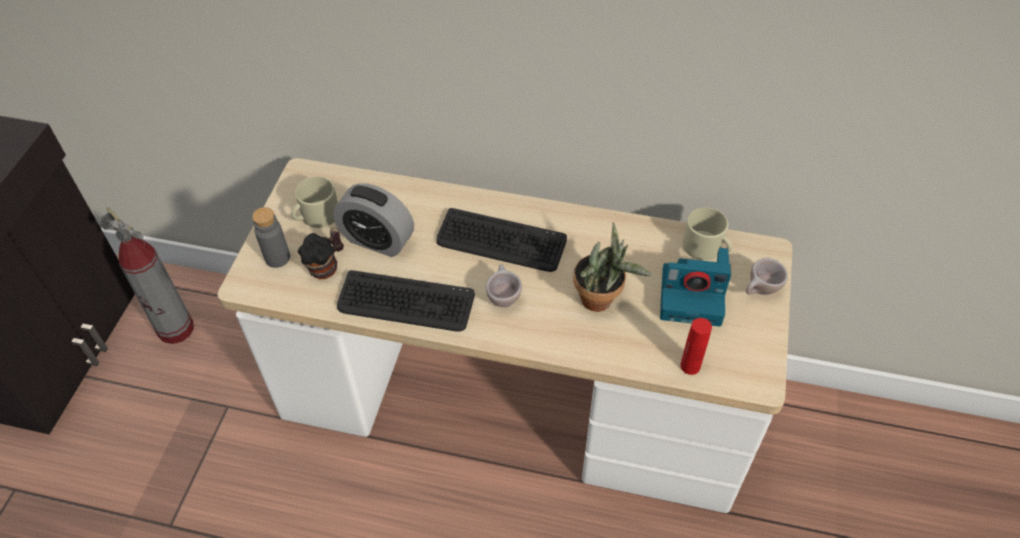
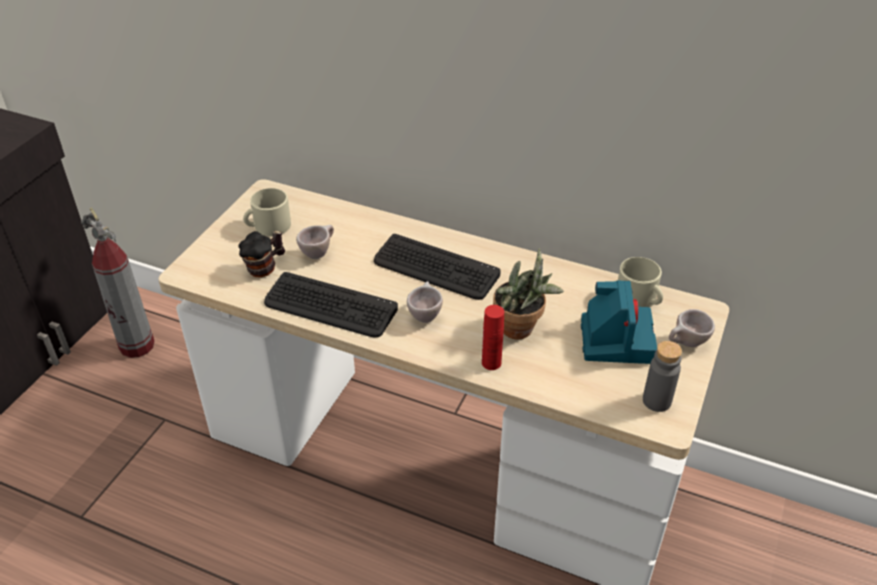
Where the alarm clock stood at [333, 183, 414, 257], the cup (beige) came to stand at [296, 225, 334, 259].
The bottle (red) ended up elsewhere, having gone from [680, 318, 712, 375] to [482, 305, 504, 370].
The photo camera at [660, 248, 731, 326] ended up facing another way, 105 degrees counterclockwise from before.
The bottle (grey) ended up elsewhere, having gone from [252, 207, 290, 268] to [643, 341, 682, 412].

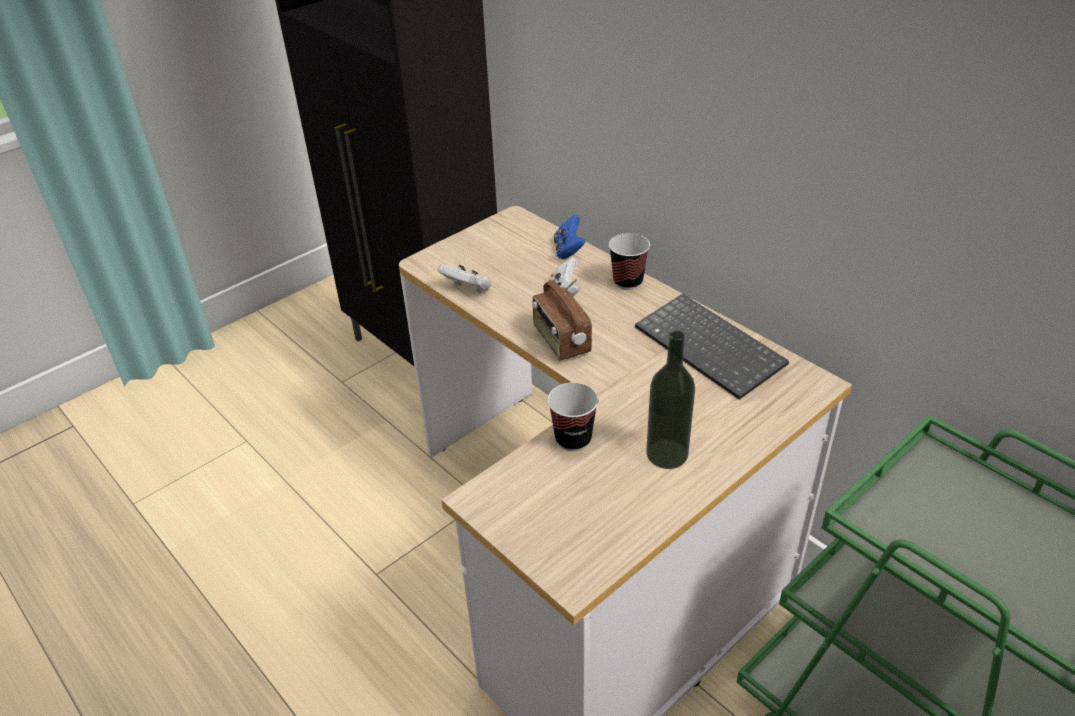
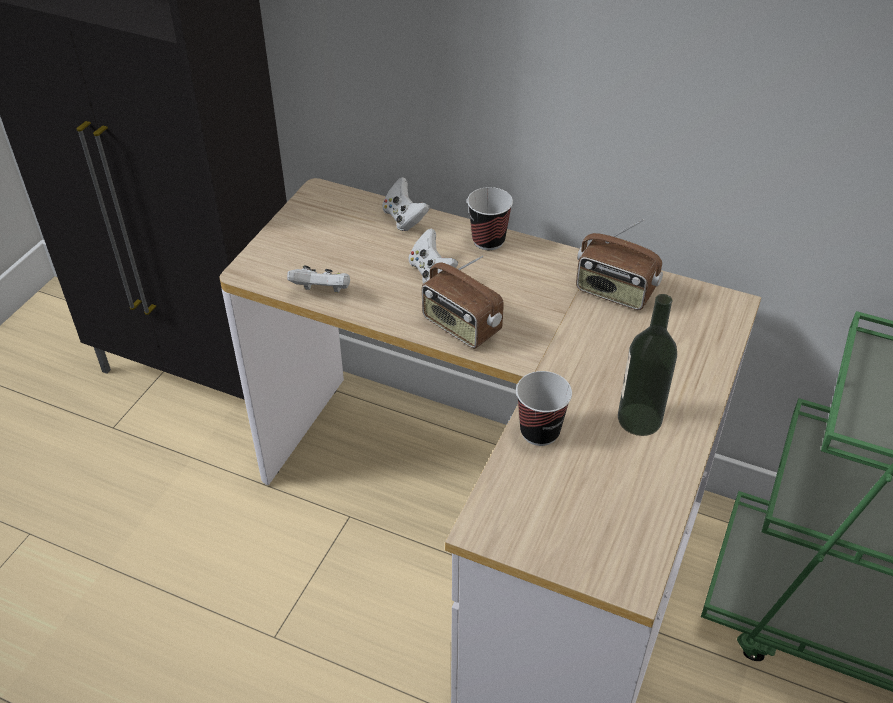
What was the game controller (blue) at [554, 215, 585, 259] turned into the game controller (white) at [382, 177, 430, 231].
Where the keyboard stood at [635, 294, 789, 400], the radio came to stand at [576, 219, 663, 310].

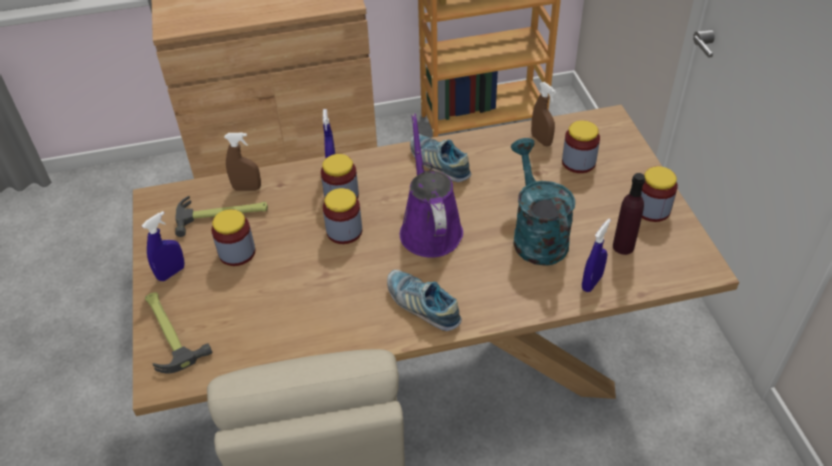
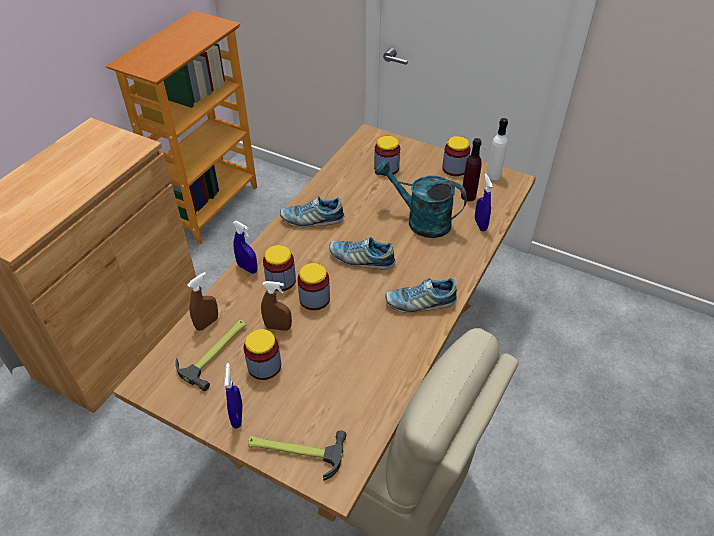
The spray bottle (brown) ended up elsewhere, having gone from [531, 82, 556, 146] to [261, 281, 292, 331].
Where the watering can (purple) stood at [400, 113, 463, 258], the shoe came to stand at [329, 237, 395, 270].
The second view gained the bottle (white) at [486, 118, 508, 180].

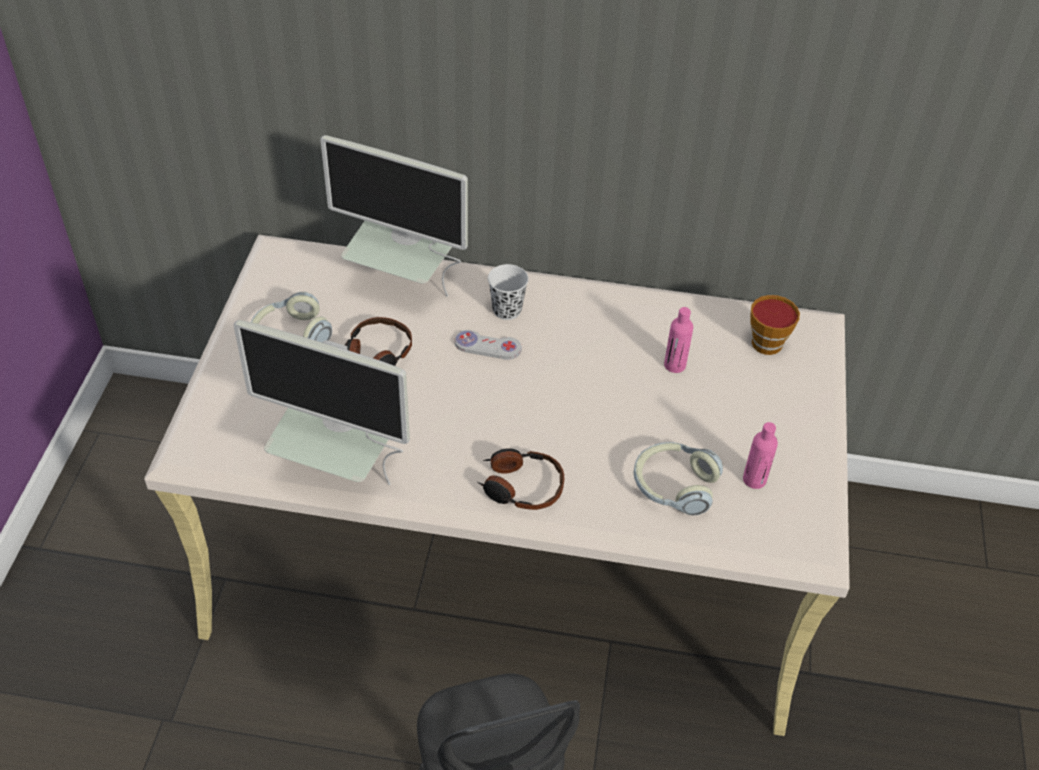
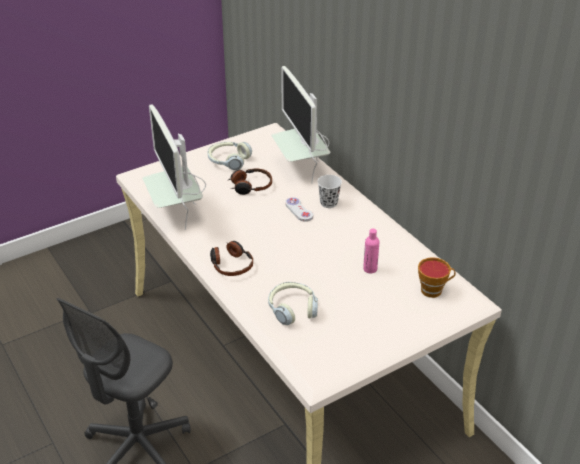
The second view lost the bottle (pink) at [743, 422, 778, 489].

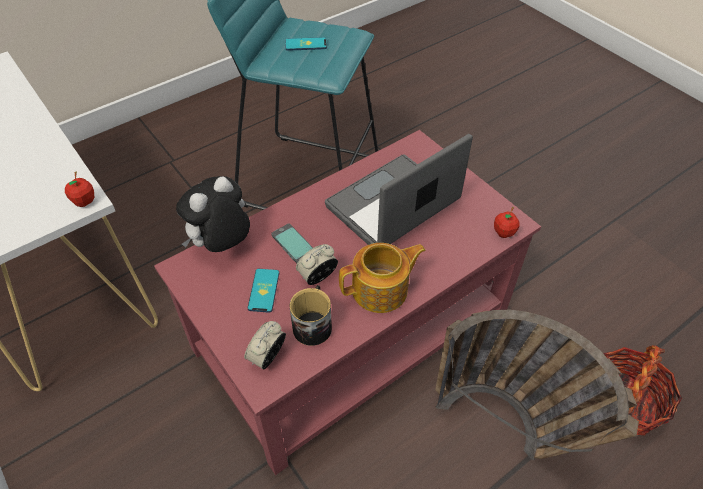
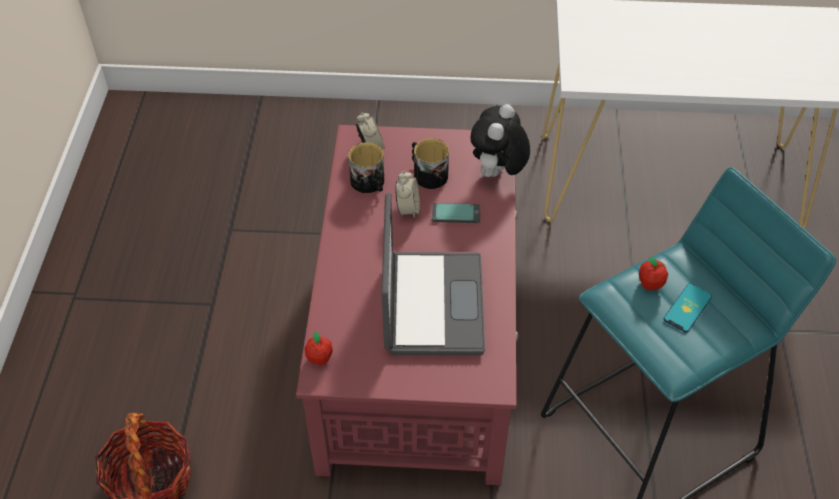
Where the phone stood at [248, 269, 279, 313], the mug came to stand at [412, 138, 449, 189].
The plush toy at [176, 176, 250, 252] ended up facing another way, 150 degrees counterclockwise from before.
The apple ended up elsewhere, having gone from [65, 171, 94, 207] to [639, 257, 668, 290].
The second view lost the teapot at [339, 243, 426, 313].
The second view lost the basket at [435, 310, 639, 460].

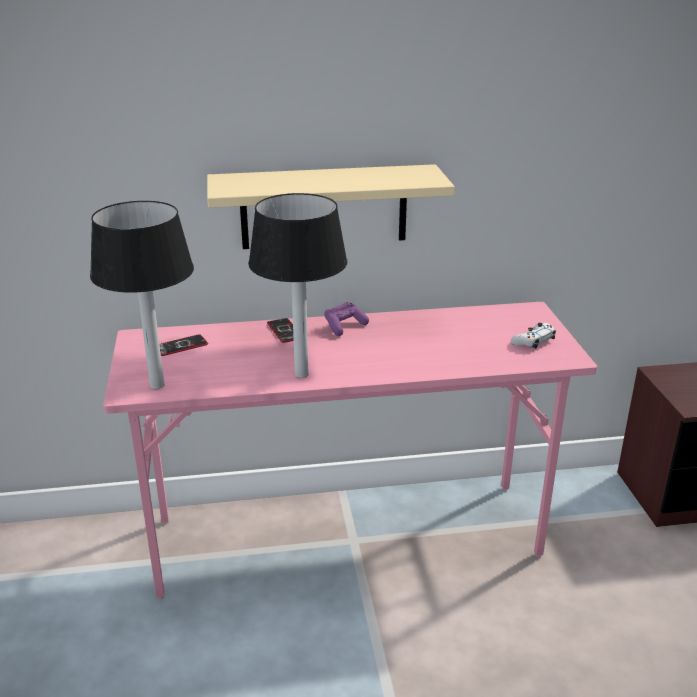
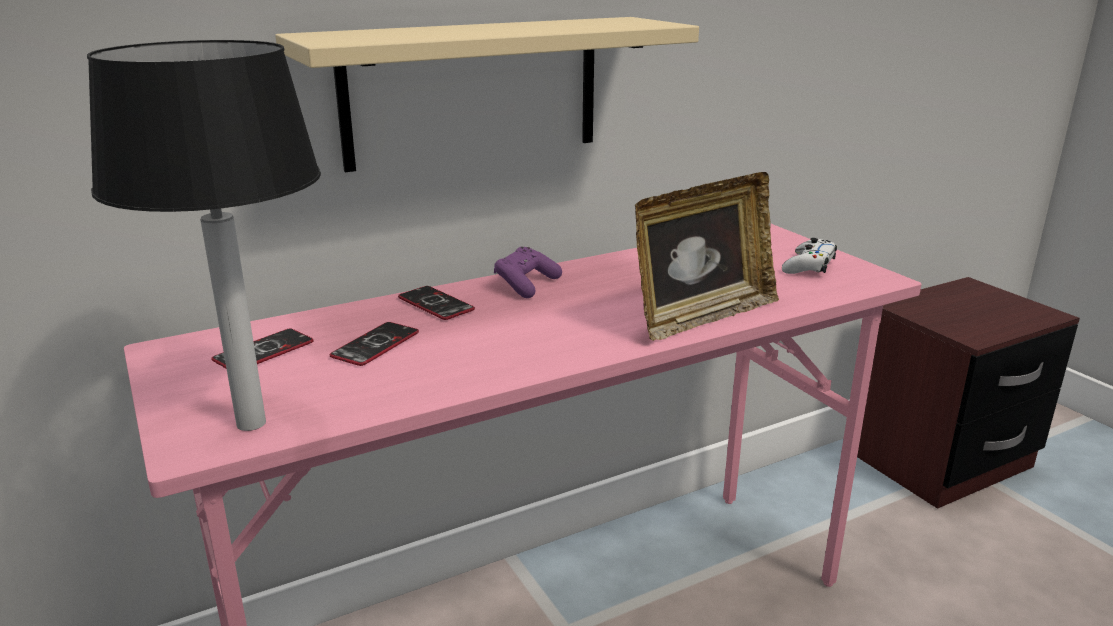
The second view gained the phone at [330, 322, 419, 366].
The second view gained the picture frame at [635, 172, 779, 341].
The second view lost the table lamp at [248, 193, 347, 378].

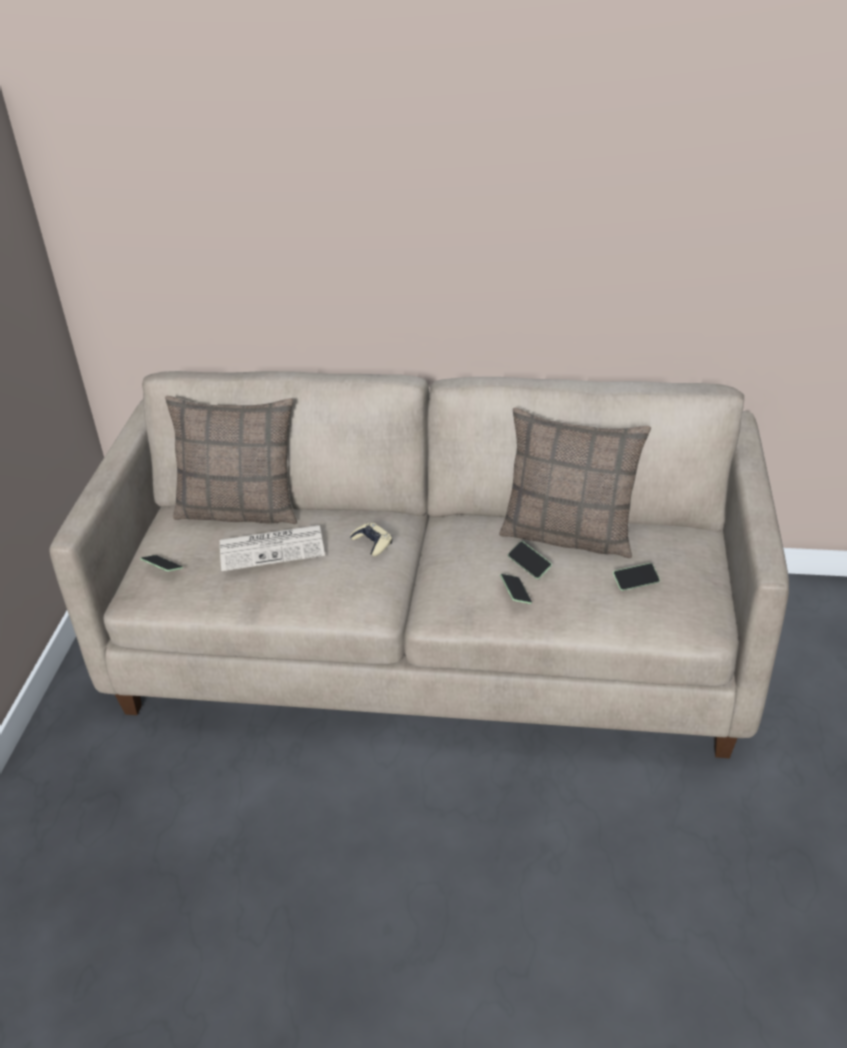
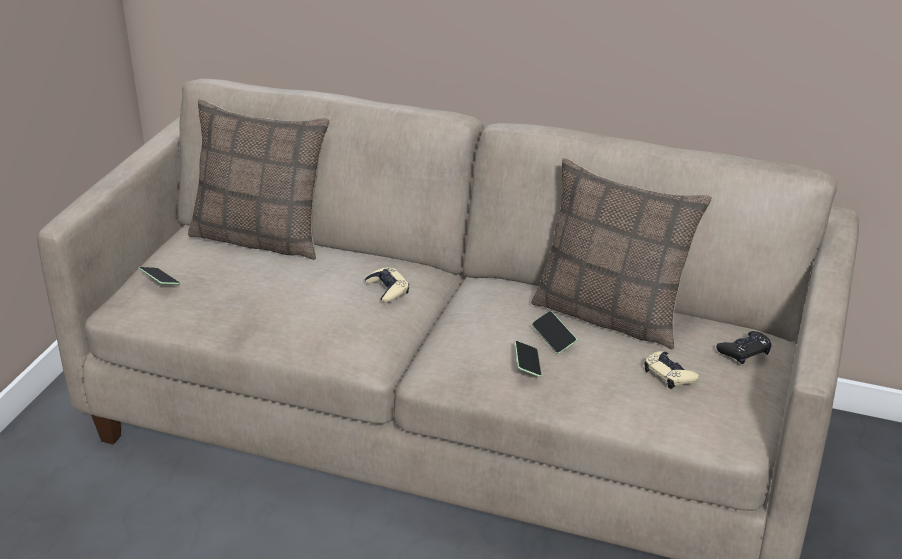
Where the phone stood at [613, 563, 660, 591], the game controller (beige) came to stand at [644, 351, 699, 389].
The second view gained the game controller (black) at [717, 331, 772, 364].
The second view lost the newspaper at [220, 525, 325, 571].

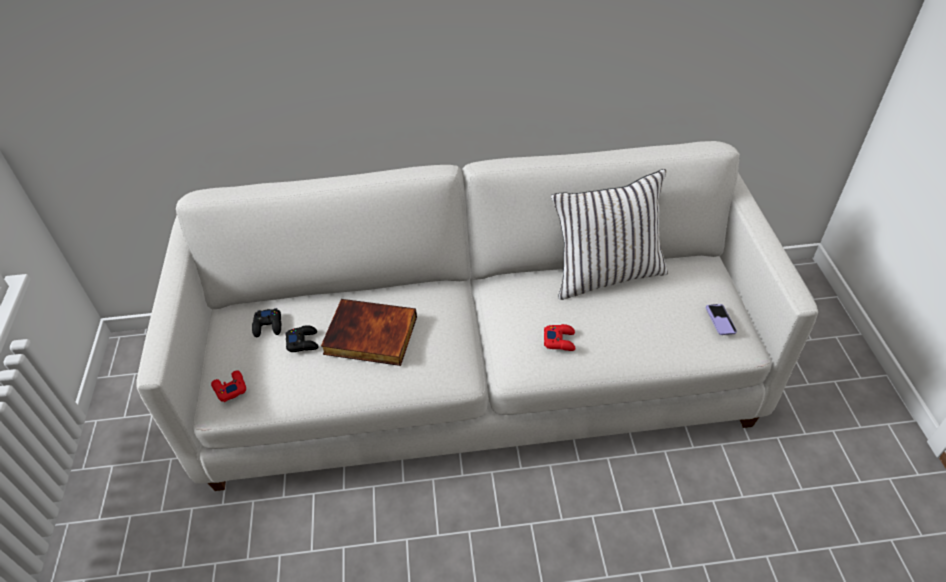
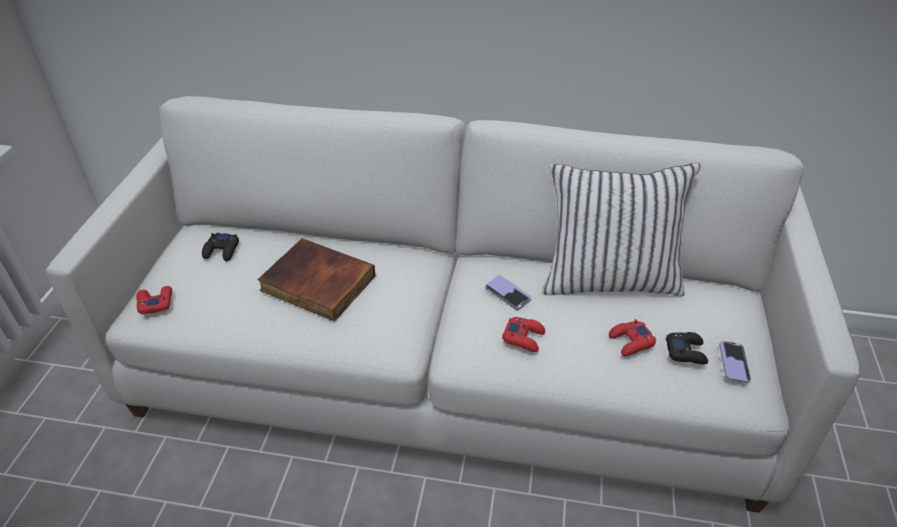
The second view gained the phone at [485, 275, 531, 310].
The second view gained the game controller (red) at [609, 319, 656, 356].
The game controller (black) ended up elsewhere, having gone from [285, 325, 319, 352] to [666, 332, 708, 365].

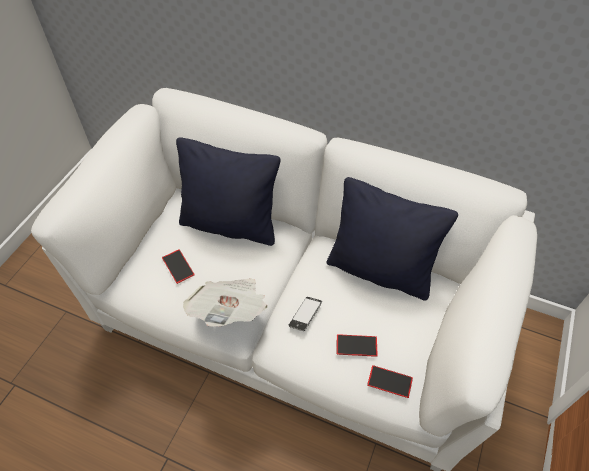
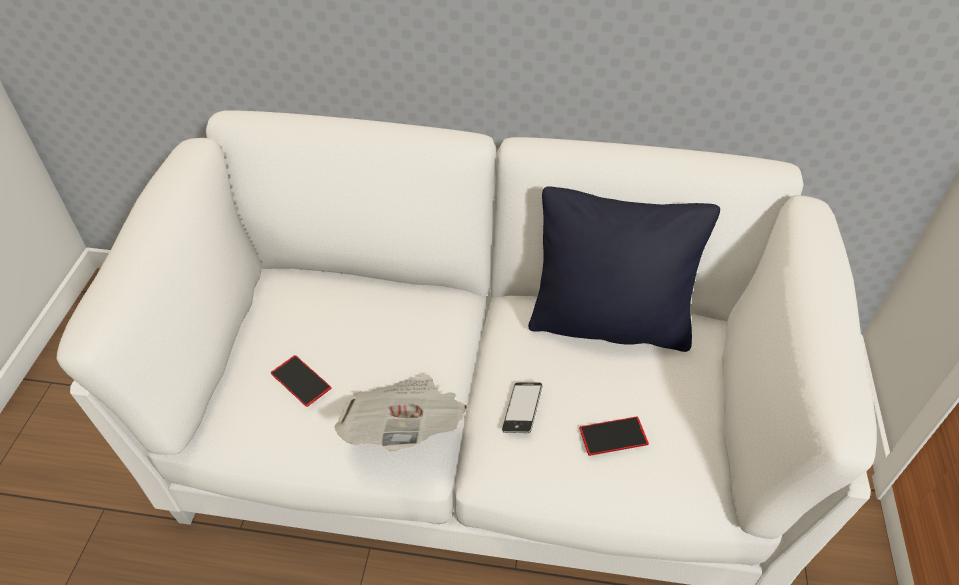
The second view lost the pillow (black) at [176, 137, 280, 246].
The second view lost the phone at [367, 365, 413, 398].

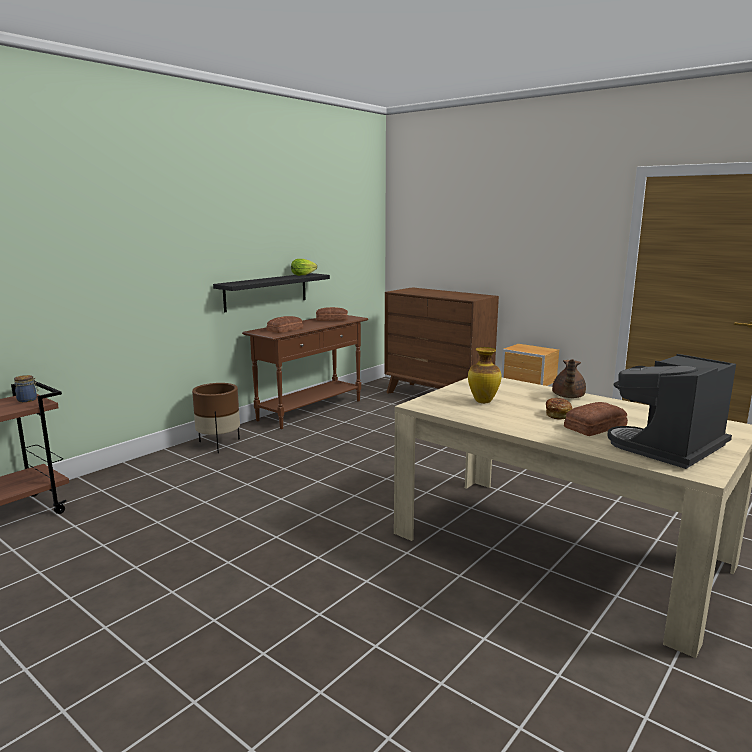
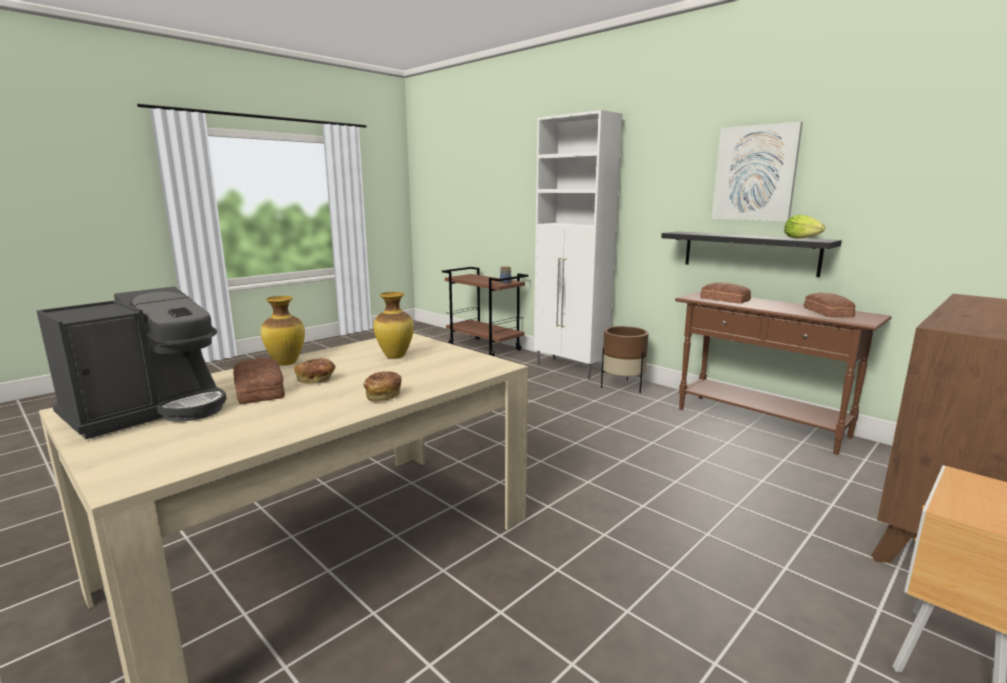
The coffee machine at [607, 354, 736, 469] ended up facing another way, 75 degrees clockwise from before.
The second view gained the vase at [261, 296, 305, 365].
Where the teapot (brown) stood at [552, 359, 586, 398], the bread came to stand at [363, 371, 402, 401].
The second view gained the cabinet (white) at [534, 110, 623, 379].
The second view gained the picture at [712, 122, 803, 222].

